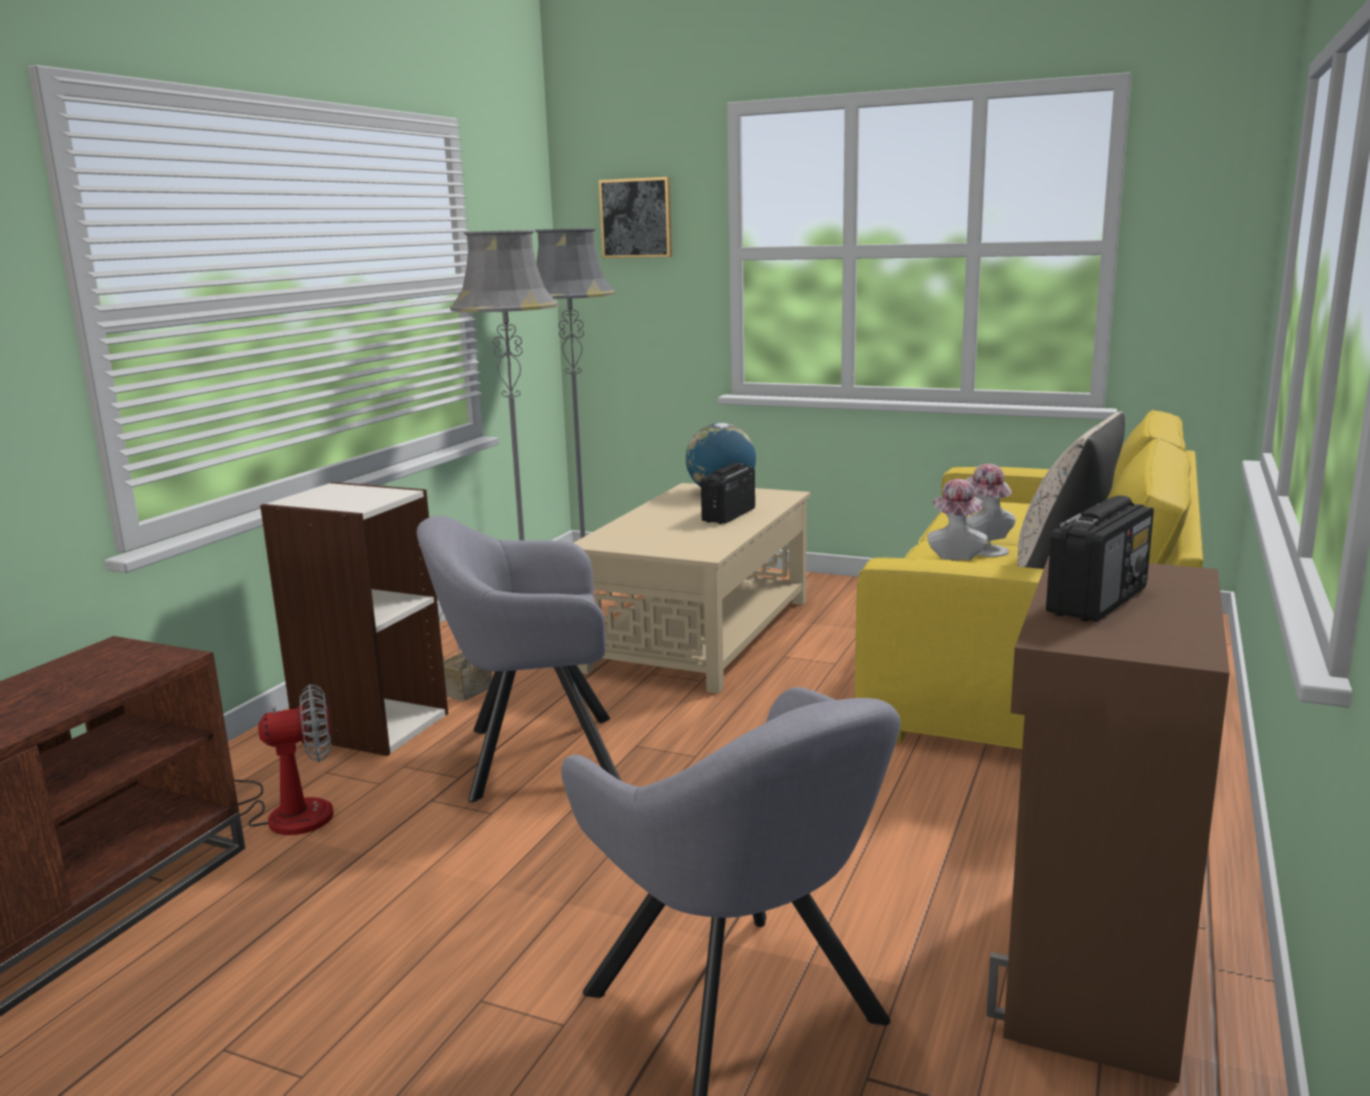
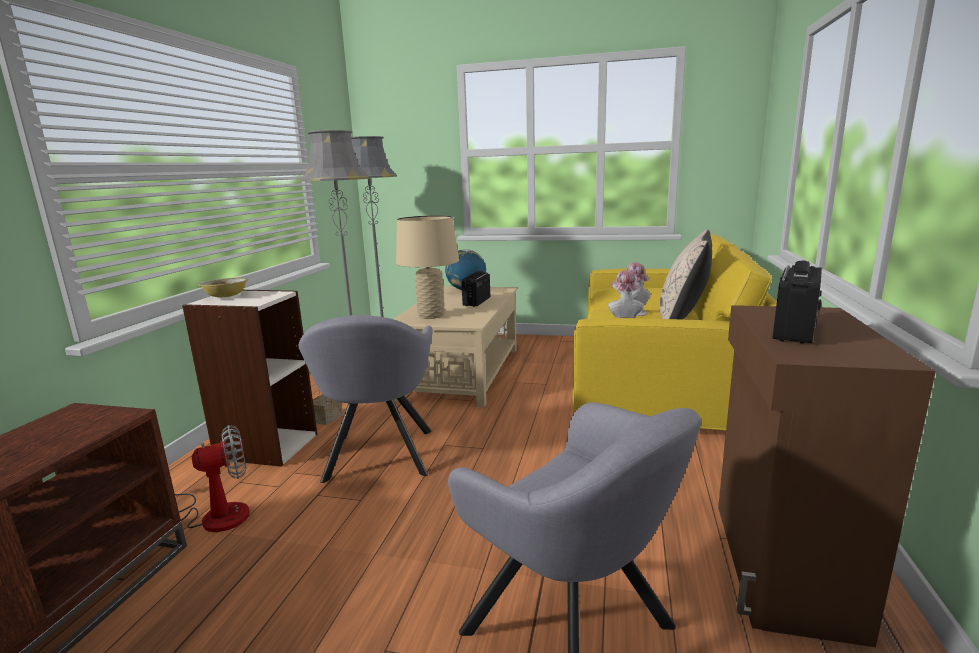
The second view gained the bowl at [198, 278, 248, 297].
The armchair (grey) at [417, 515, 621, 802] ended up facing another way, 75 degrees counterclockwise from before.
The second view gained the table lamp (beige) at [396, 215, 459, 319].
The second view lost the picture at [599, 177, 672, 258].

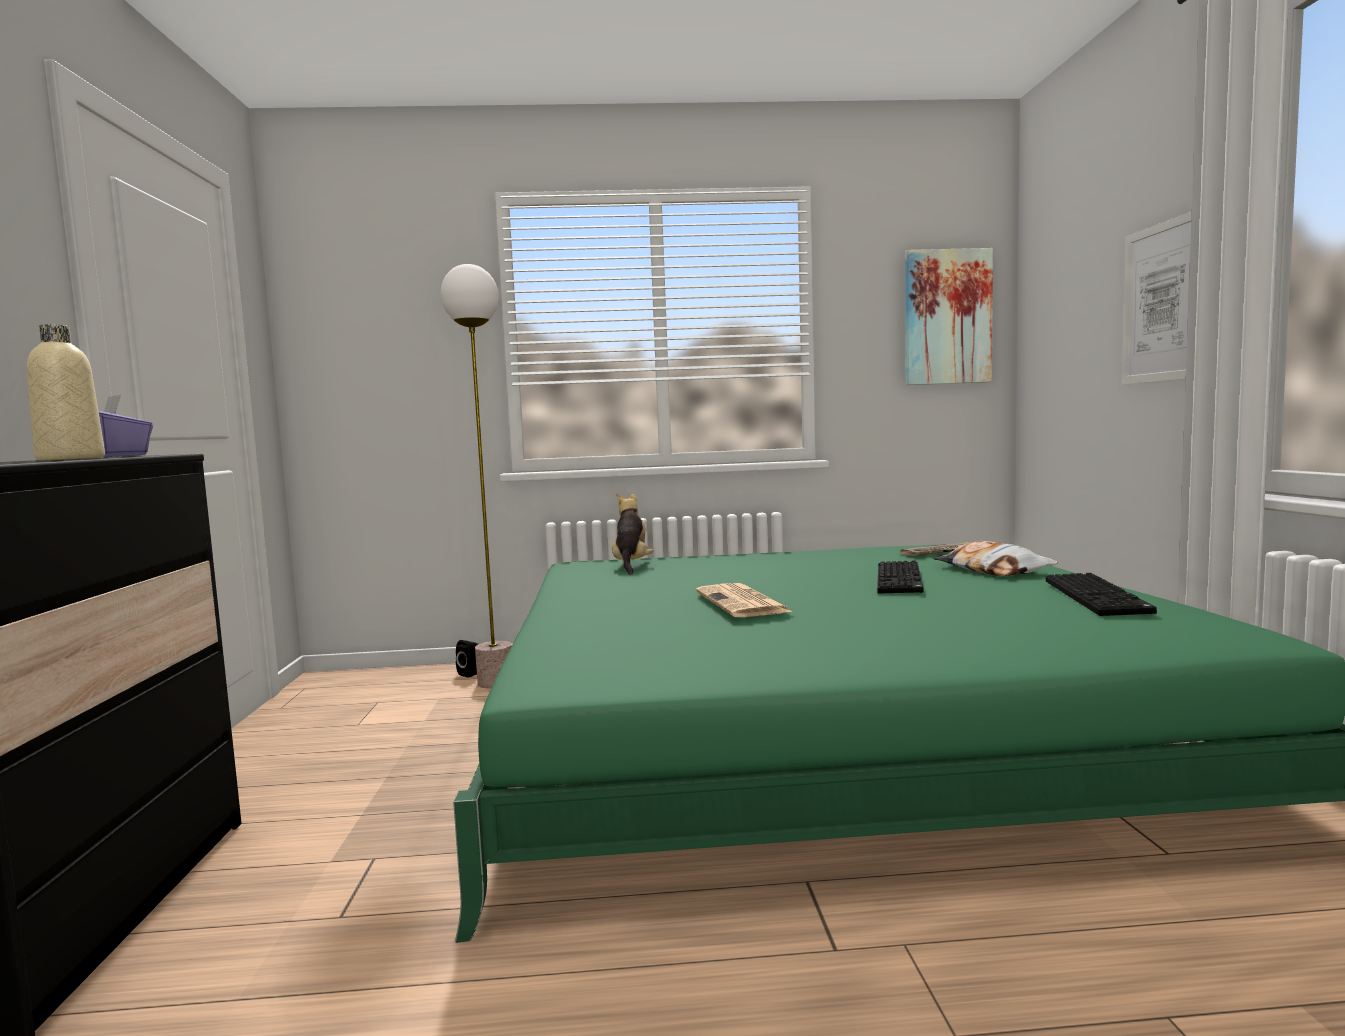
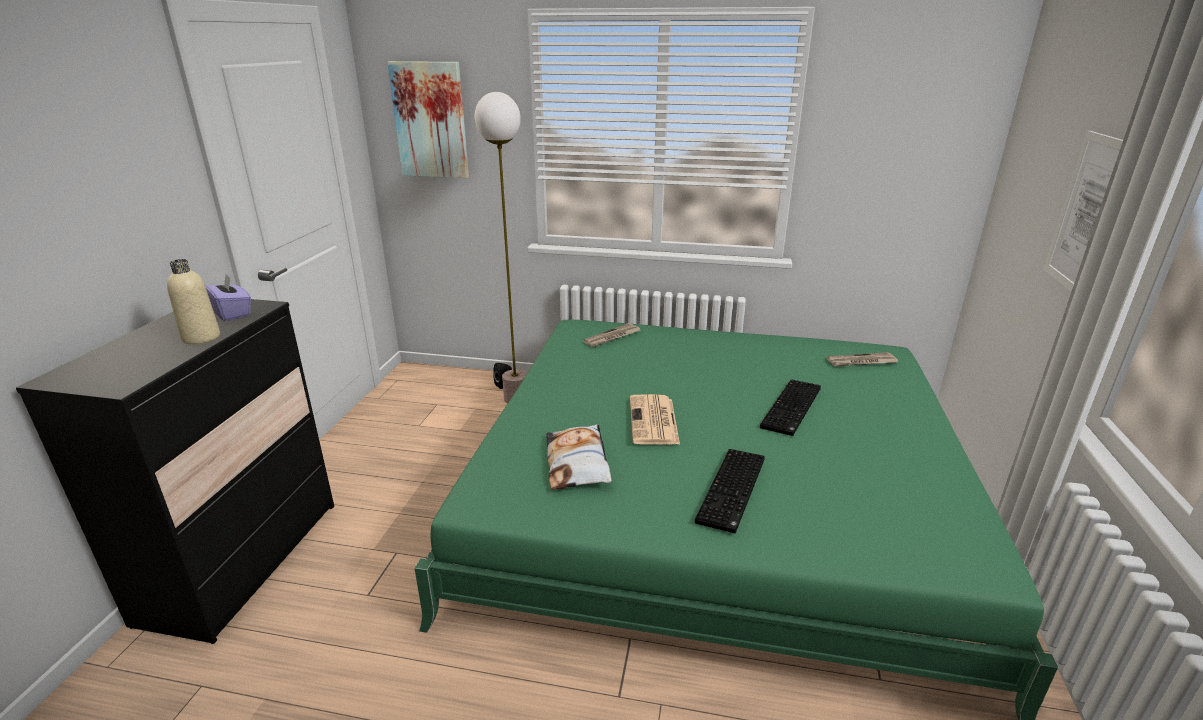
The picture ended up elsewhere, having gone from [905, 248, 993, 385] to [387, 61, 469, 178].
The pillow ended up elsewhere, having gone from [933, 541, 1058, 576] to [546, 424, 611, 490].
Where the plush toy stood at [612, 493, 654, 575], the newspaper came to stand at [583, 323, 640, 347].
The keyboard ended up elsewhere, having gone from [1046, 573, 1157, 616] to [695, 449, 765, 533].

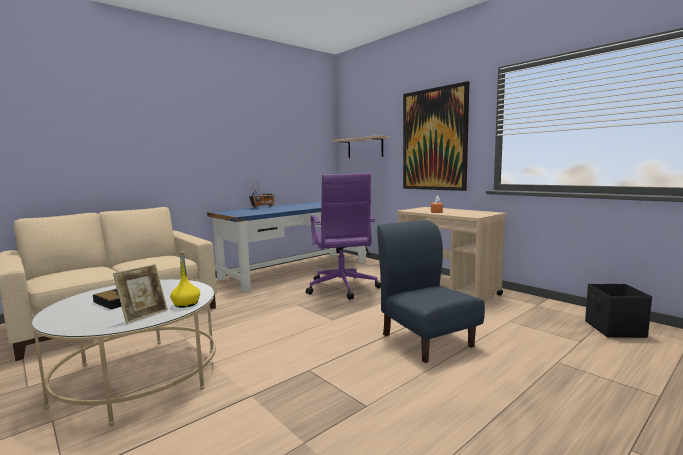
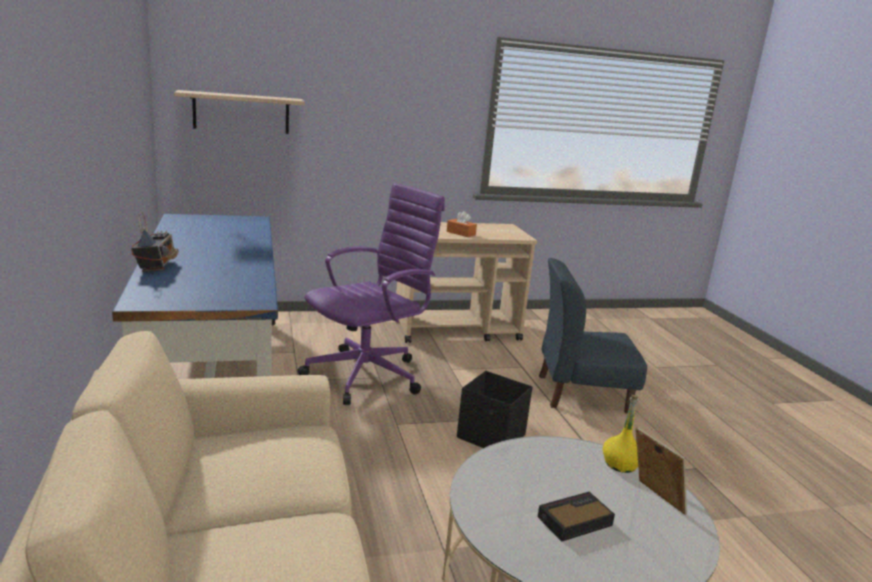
The office chair (purple) at [306, 173, 381, 300] ended up facing another way, 60 degrees counterclockwise from before.
The storage box (black) ended up elsewhere, having gone from [585, 284, 652, 338] to [457, 371, 533, 448].
The second view lost the picture at [403, 81, 469, 191].

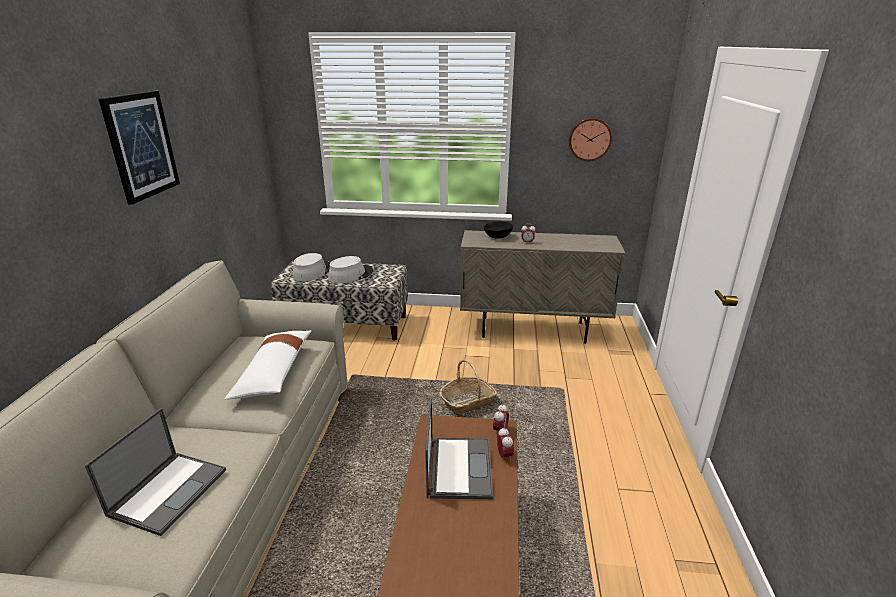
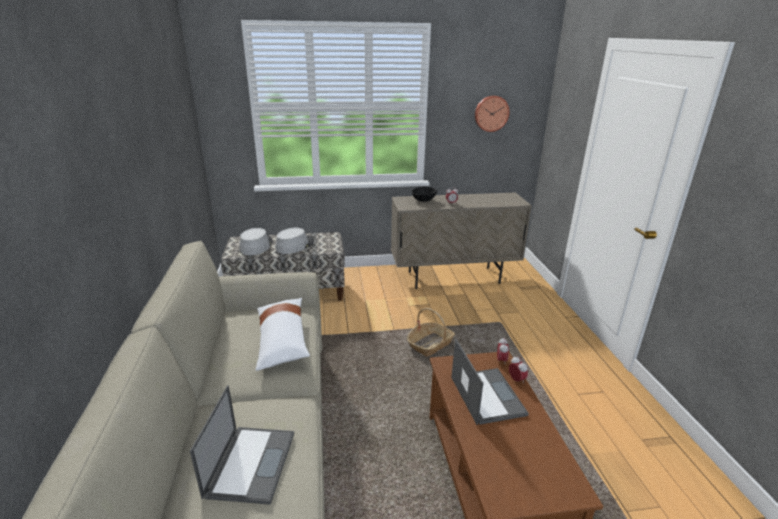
The second view lost the picture at [99, 91, 180, 205].

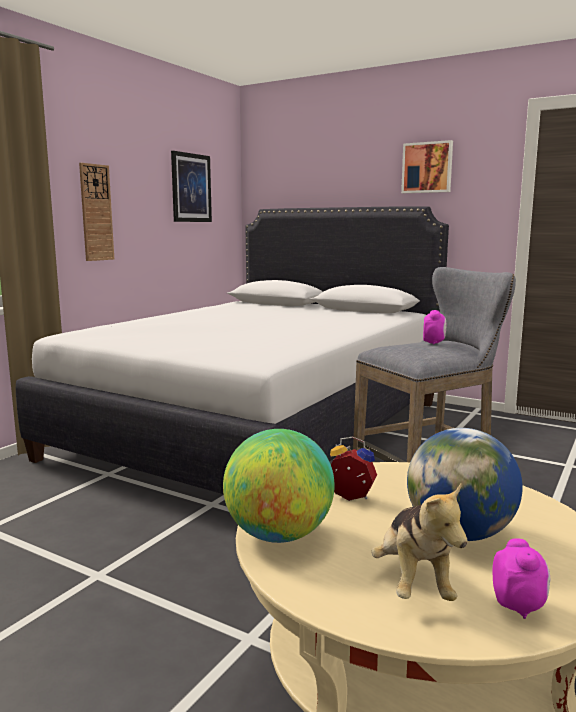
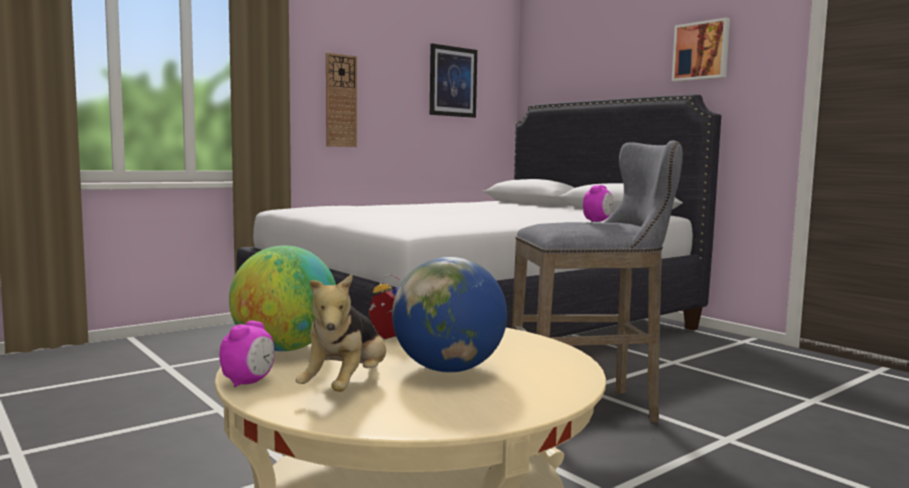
The alarm clock ended up elsewhere, having gone from [492, 538, 550, 619] to [219, 321, 274, 387].

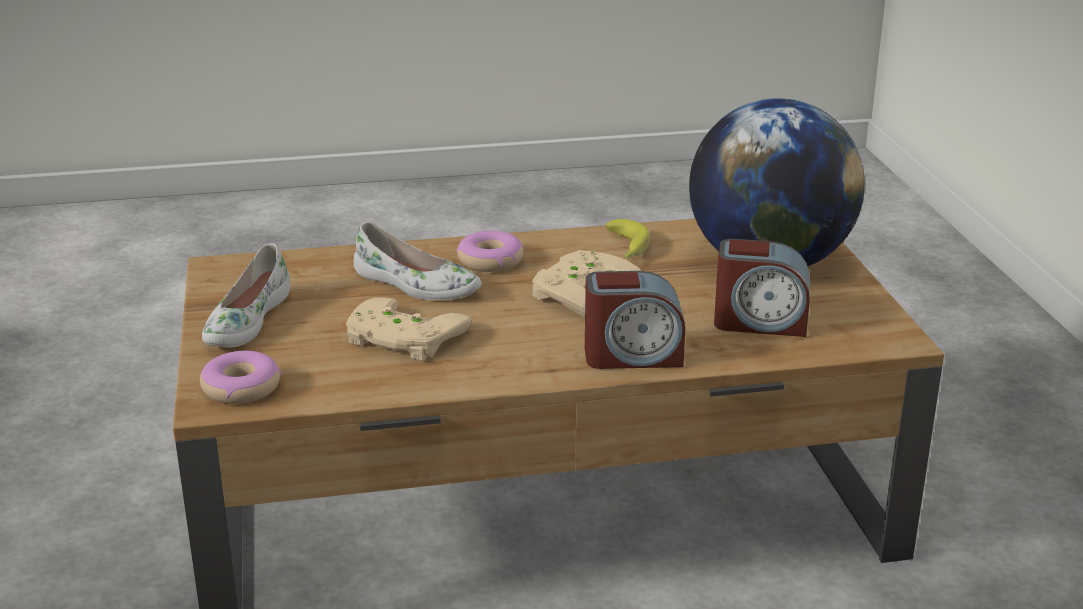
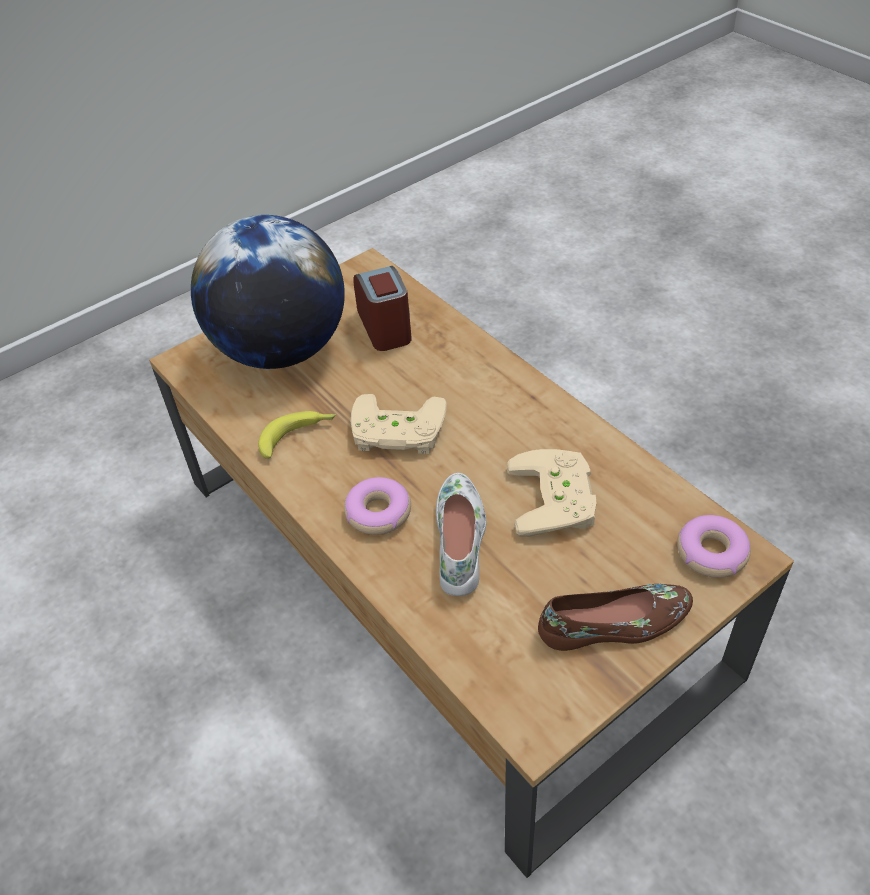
What was the shoe (white) at [202, 243, 290, 348] turned into the shoe (brown) at [538, 584, 693, 651].
The second view lost the alarm clock at [585, 271, 685, 369].

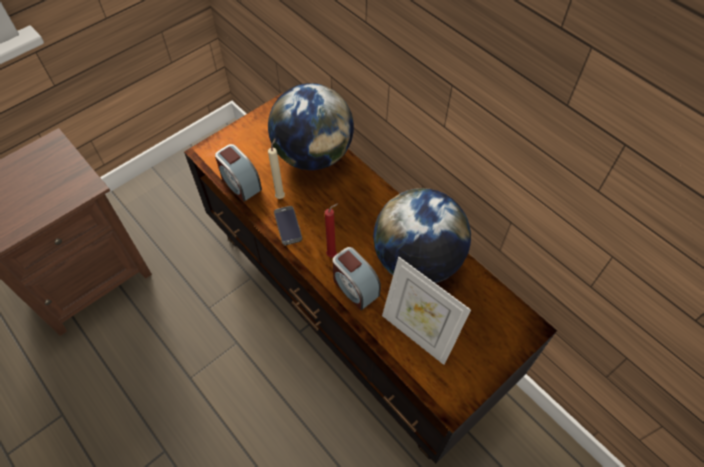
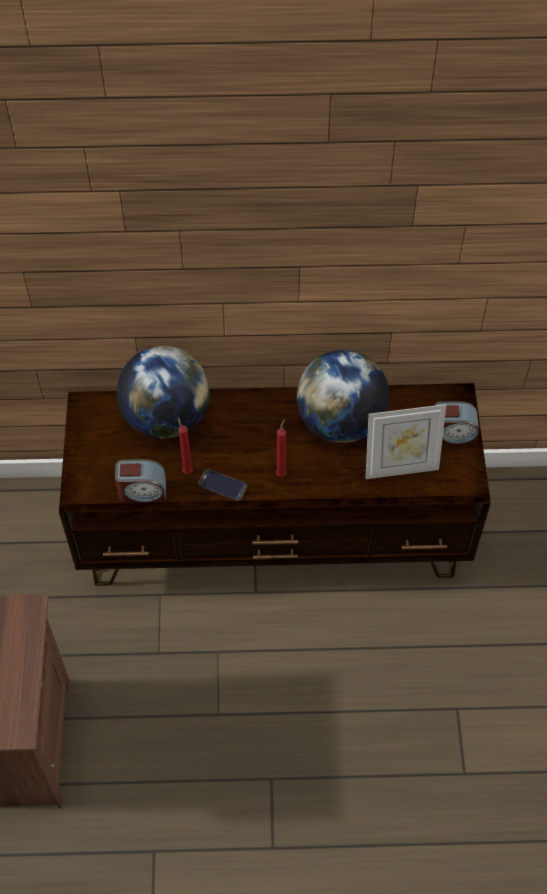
What was the candle (beige) at [268, 139, 285, 199] turned into the candle (red) at [178, 417, 193, 474].
The alarm clock ended up elsewhere, having gone from [332, 247, 381, 310] to [434, 401, 479, 444].

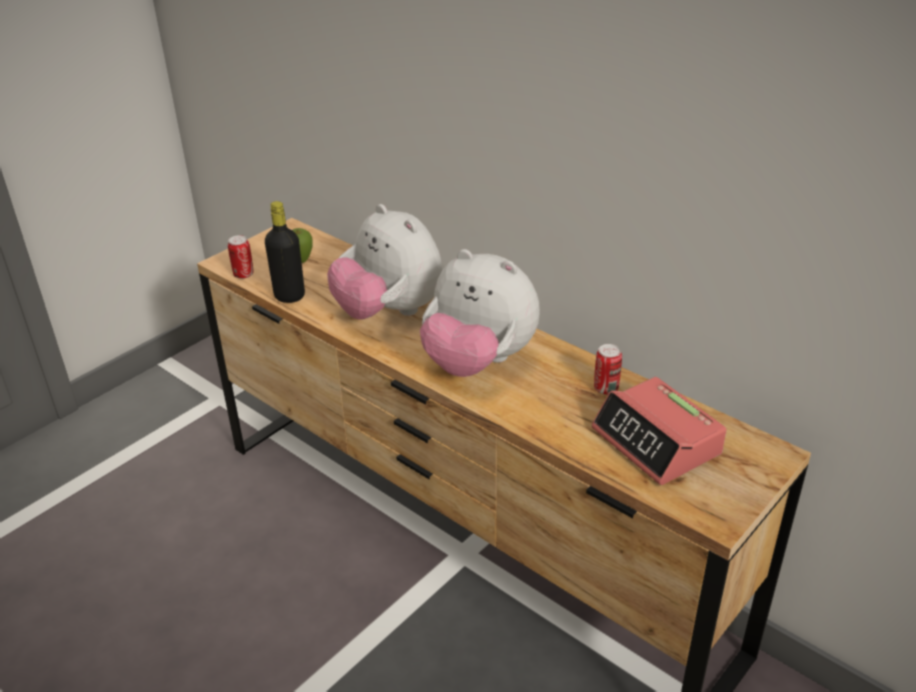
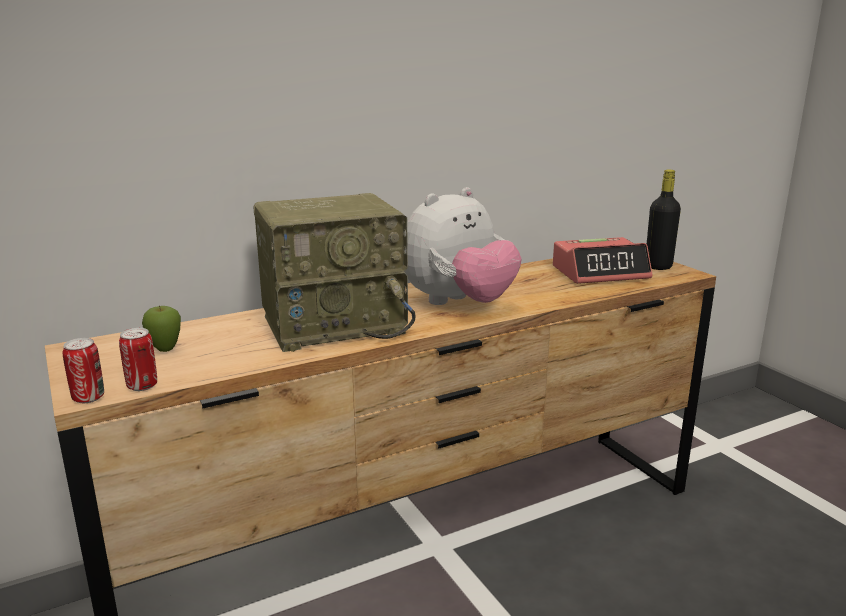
The can ended up elsewhere, having gone from [594, 344, 622, 395] to [62, 338, 104, 403].
Where the plush toy stood at [327, 204, 442, 320], the radio came to stand at [253, 193, 416, 352].
The bottle (black) ended up elsewhere, having gone from [265, 201, 305, 303] to [647, 170, 681, 270].

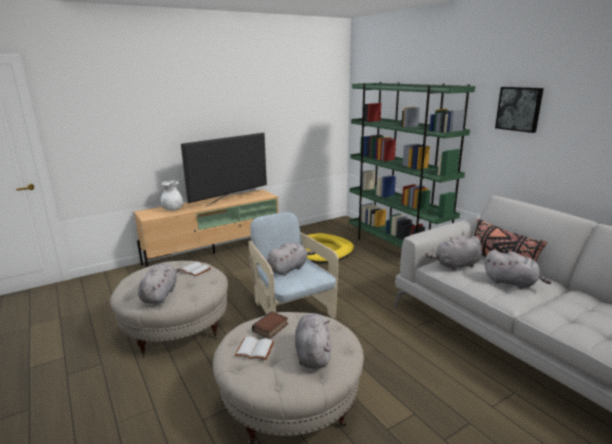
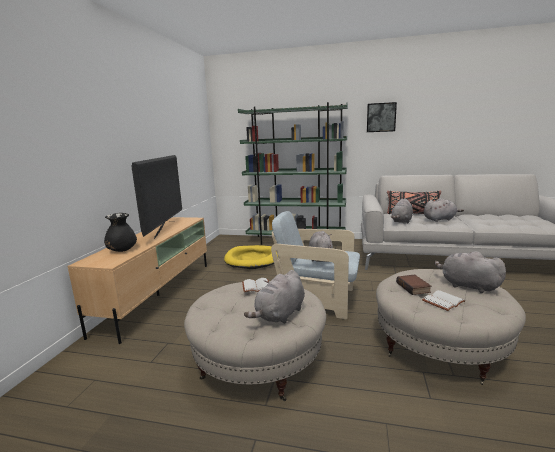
What was the vase (white) at [161, 180, 184, 211] turned into the vase (black) at [104, 213, 137, 252].
The plush toy (grey) at [138, 264, 181, 304] ended up facing another way, 105 degrees counterclockwise from before.

